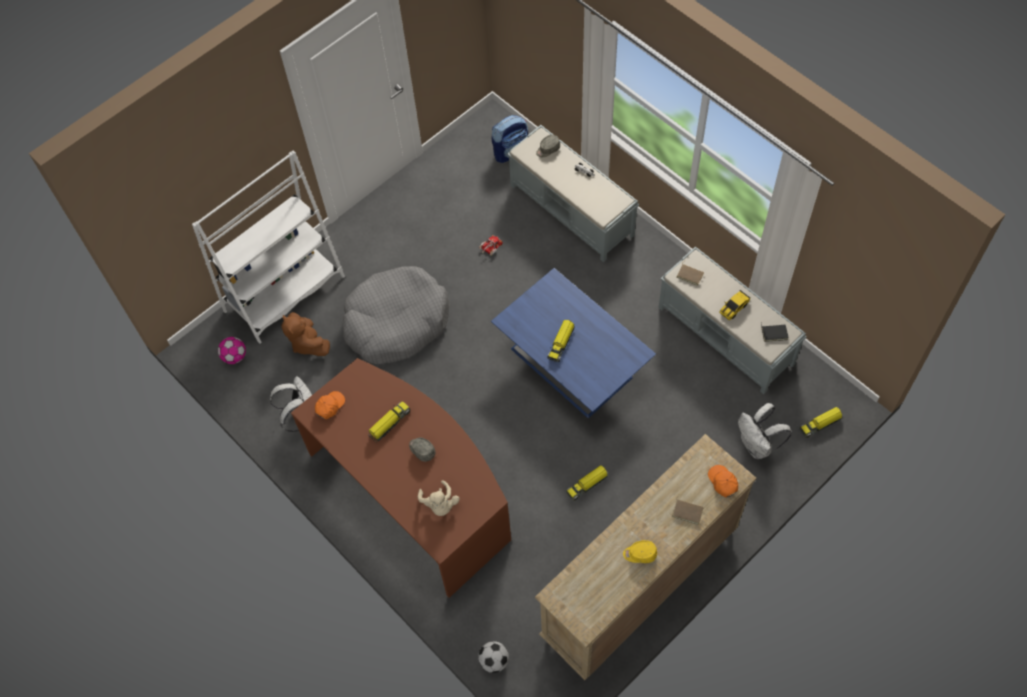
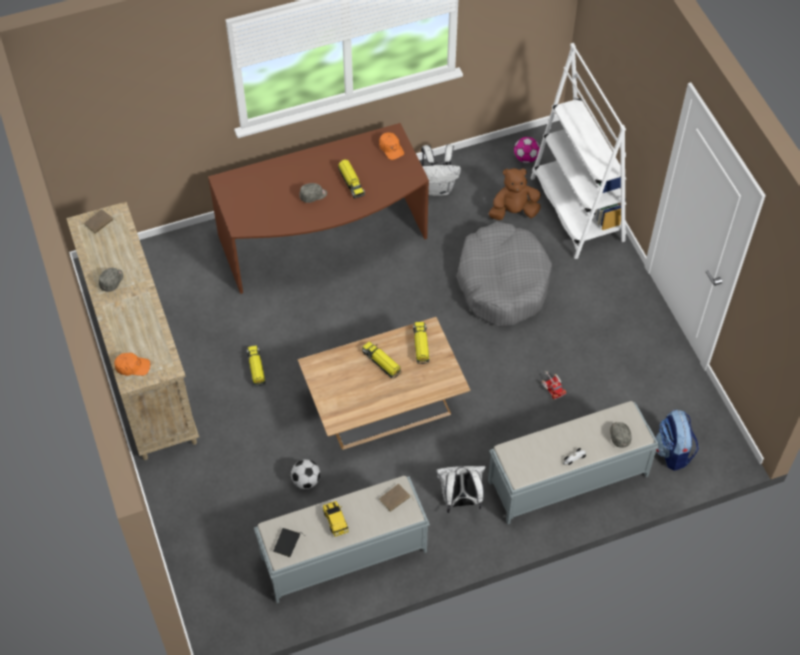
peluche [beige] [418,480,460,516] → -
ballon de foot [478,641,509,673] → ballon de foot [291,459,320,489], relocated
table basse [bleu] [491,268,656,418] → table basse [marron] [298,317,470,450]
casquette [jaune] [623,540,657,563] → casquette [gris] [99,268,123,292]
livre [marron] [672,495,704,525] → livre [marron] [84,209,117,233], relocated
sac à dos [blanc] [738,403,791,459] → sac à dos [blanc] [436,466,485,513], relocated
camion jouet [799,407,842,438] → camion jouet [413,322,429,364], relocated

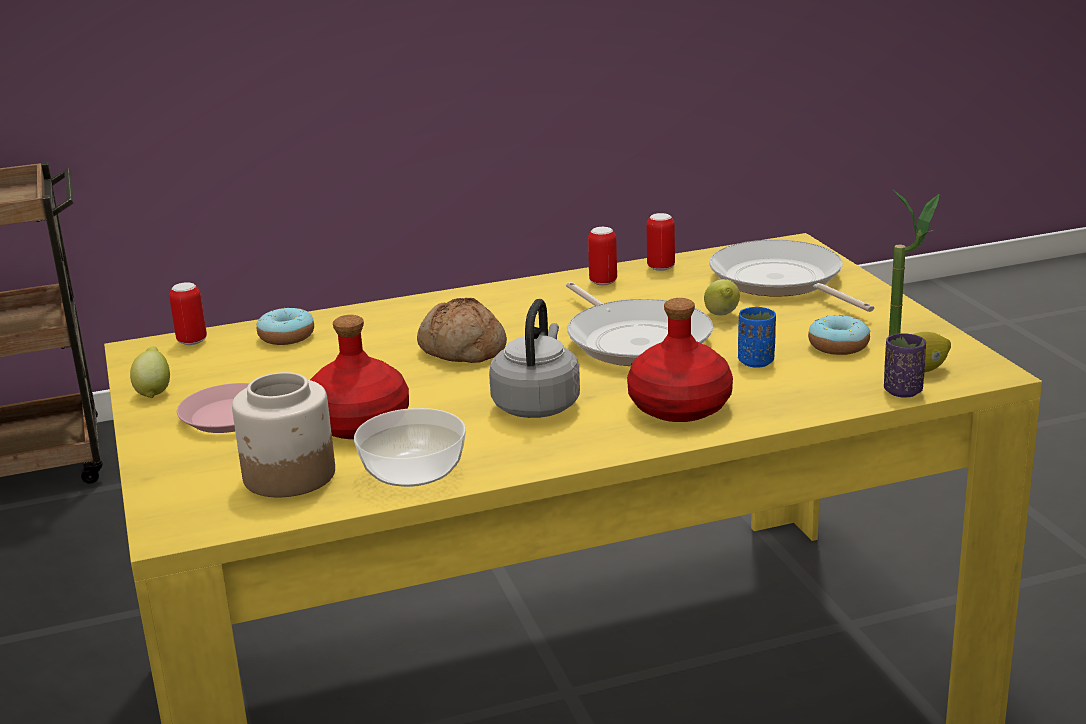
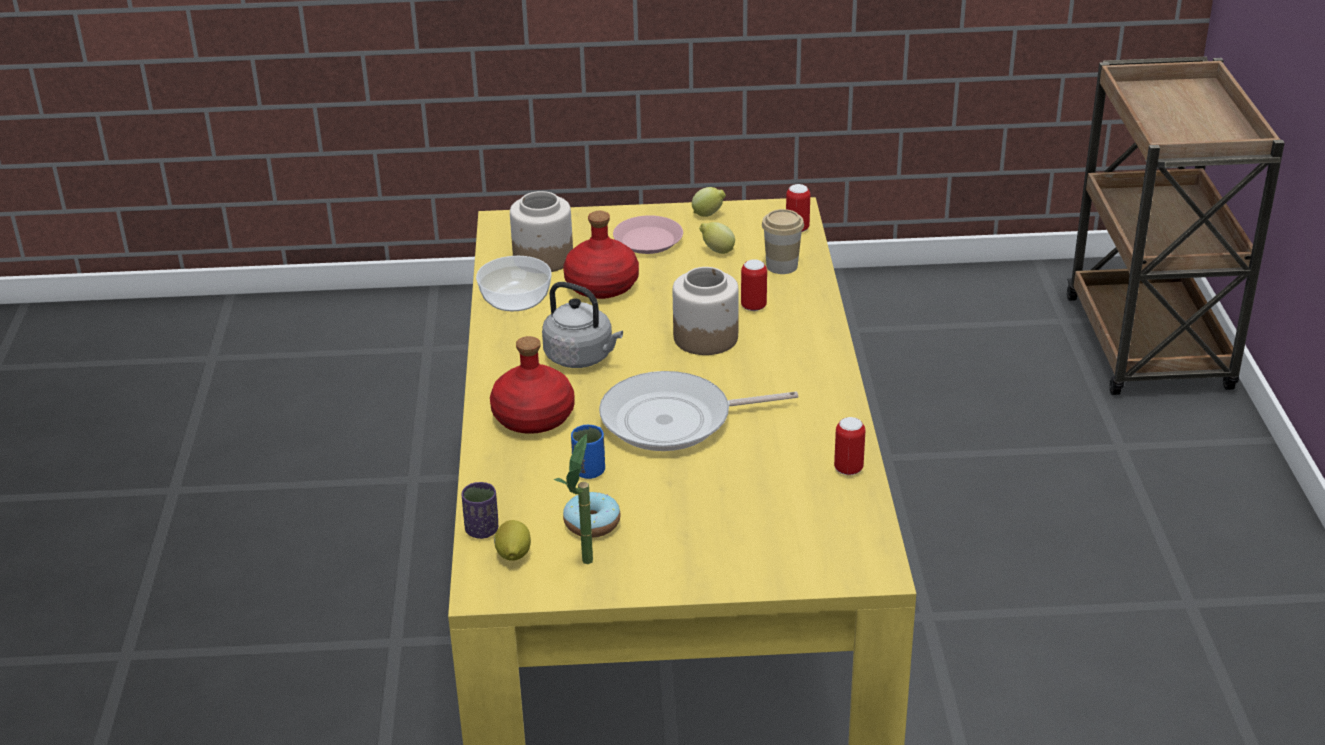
beignet [256,308,314,345] → tasse [762,209,804,274]
pain [417,298,507,363] → bocal [673,267,739,355]
boîte métallique [588,227,617,285] → boîte métallique [741,259,767,311], relocated
citron [704,279,740,315] → citron [699,222,735,254], relocated
poêle [709,240,874,312] → -

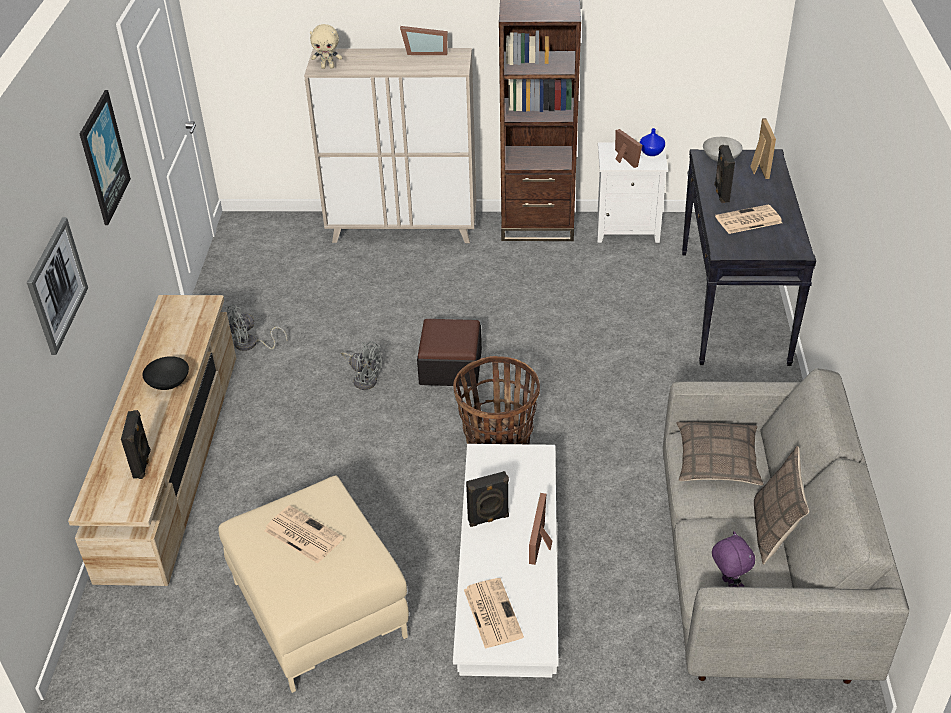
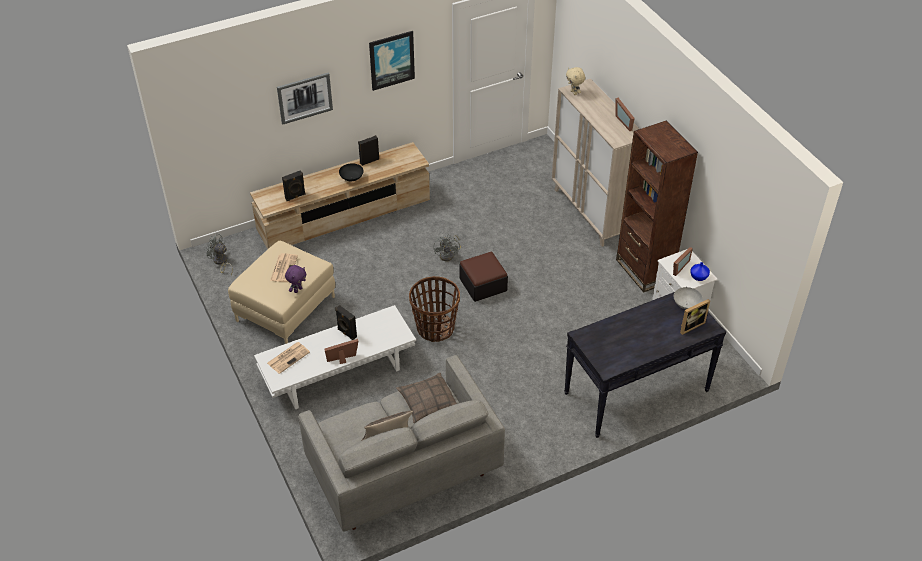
ventilateur [gris] [225,304,287,351] → ventilateur [gris] [206,233,233,275], relocated
peluche [violet] [712,531,755,587] → peluche [violet] [285,265,306,293], relocated
enceinte [noir] [714,145,735,203] → enceinte [noir] [358,135,379,166], relocated
journal [715,204,782,234] → -

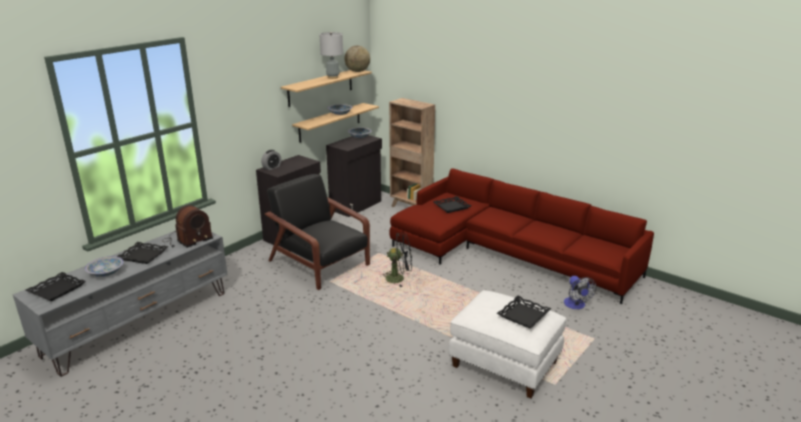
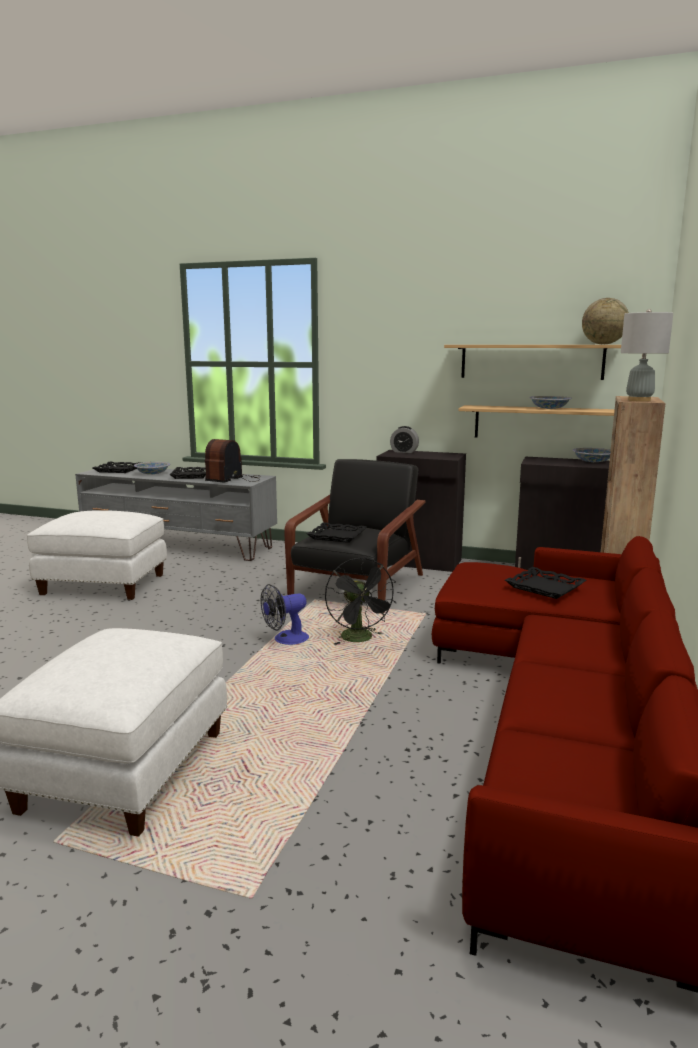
radio [162,205,213,248] → radio [205,439,261,483], 90 degrees clockwise
lampe de table [gris] [319,32,343,79] → lampe de table [gris] [621,309,673,402], relocated
plateau [noir] [497,296,551,328] → plateau [noir] [307,522,366,543], relocated
ventilateur [564,276,597,309] → ventilateur [261,584,309,645], relocated
- → pouf [blanc] [27,510,167,600]

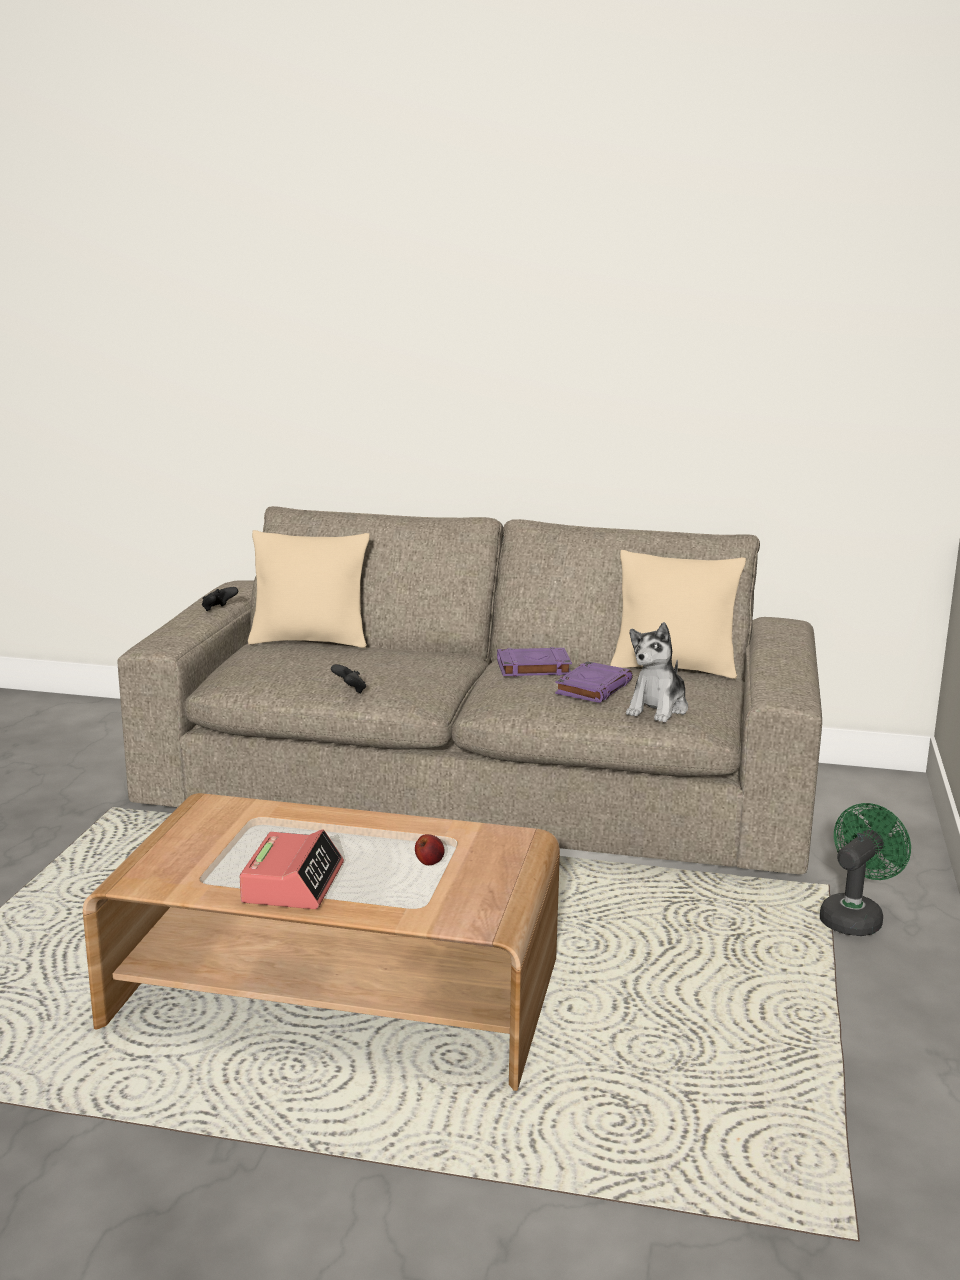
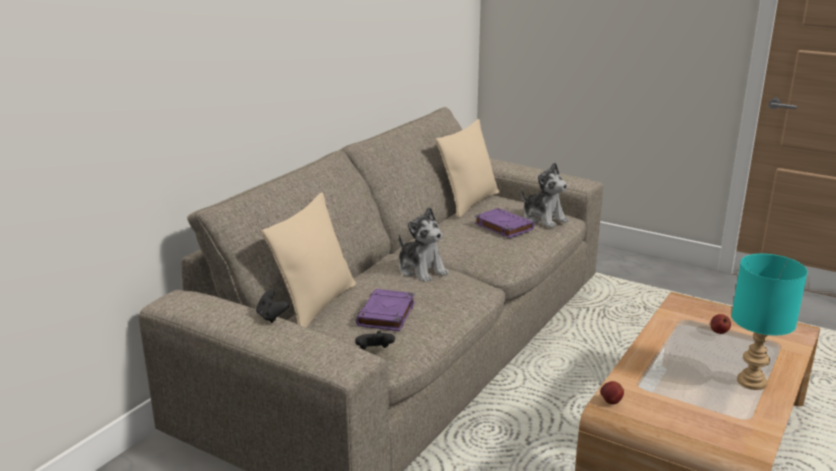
réveil [240,829,344,909] → lampe de table [turquoise] [731,254,808,390]
manette [noir] [331,664,366,693] → manette [noir] [355,331,395,350], relocated
livre [violet] [497,647,572,677] → livre [violet] [356,289,415,331], relocated
ventilateur [vert] [820,803,911,936] → -
- → peluche [399,207,449,282]
- → pomme [600,381,624,404]

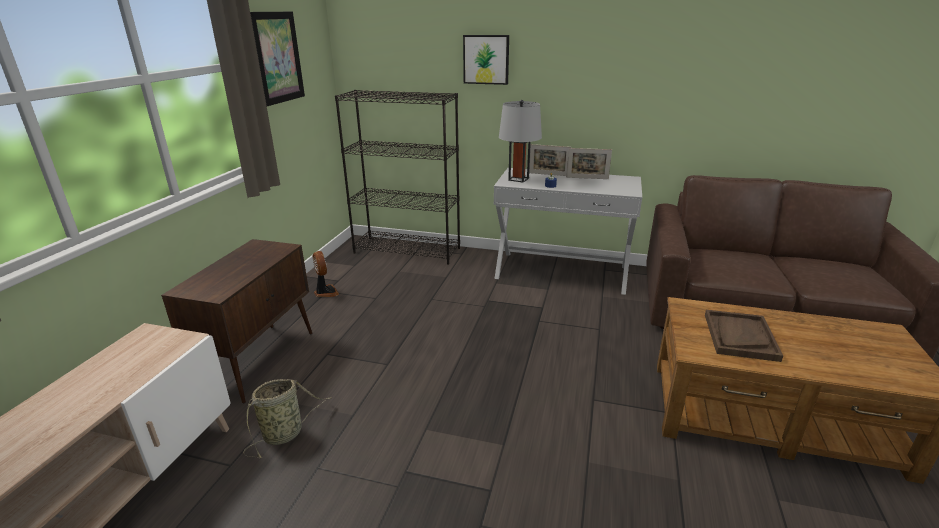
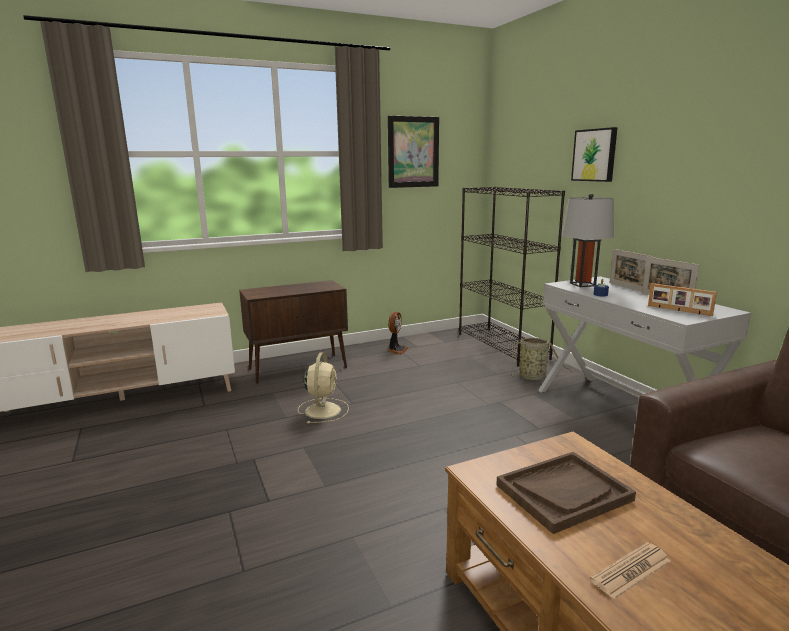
panier [243,379,332,458] → panier [506,337,573,380], relocated
- → ventilateur [beige] [298,353,349,424]
- → journal [590,542,671,599]
- → cadre photo [648,283,717,316]

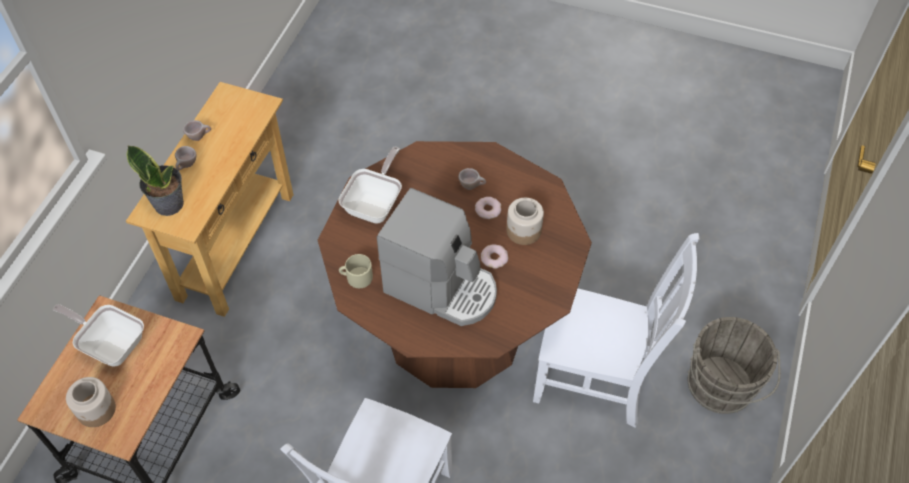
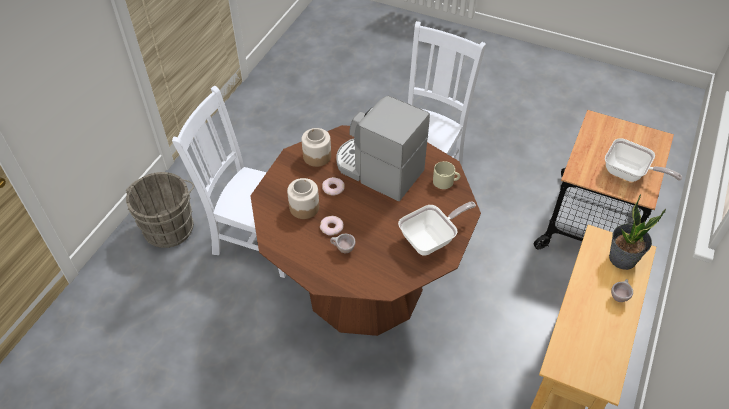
bocal [66,377,116,427] → bocal [302,128,331,167], relocated
tasse [beige] [183,120,211,141] → -
poêle [338,147,402,224] → poêle [398,201,476,256], 150 degrees counterclockwise

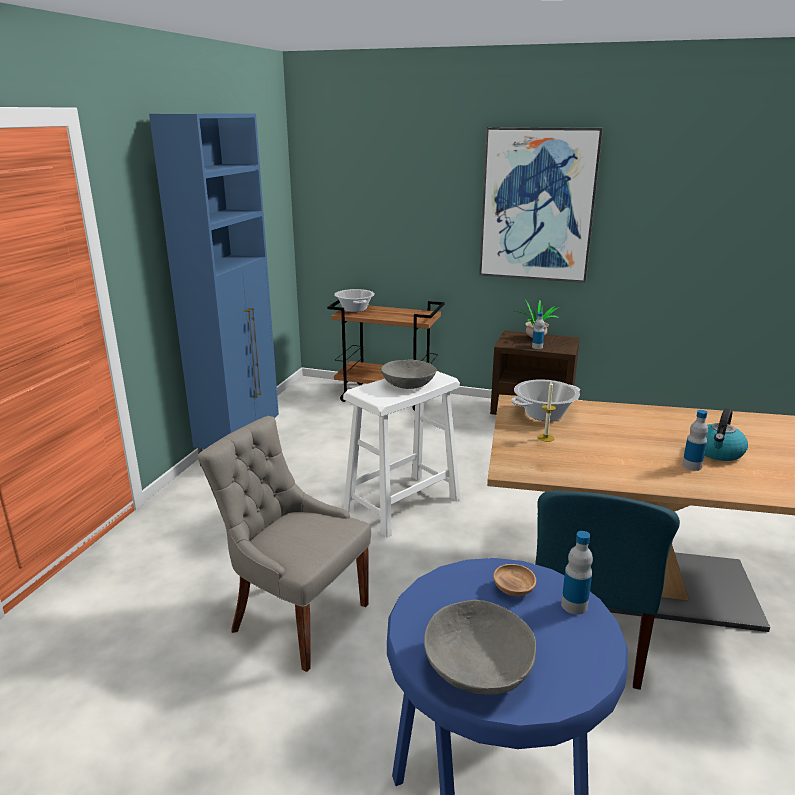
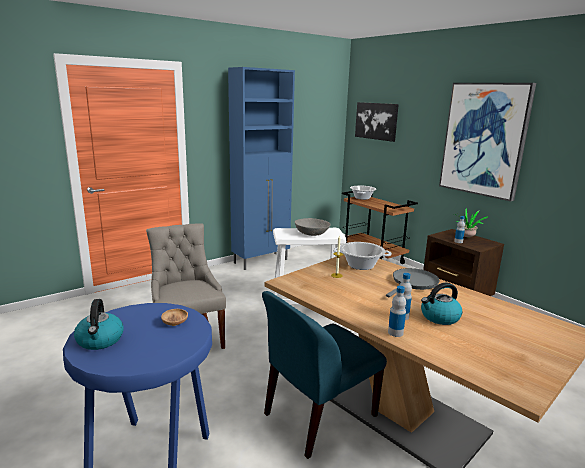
bol [gris] [424,600,536,695] → bouilloire [74,299,124,350]
bouteille [561,531,593,614] → bouteille [388,286,406,337], relocated
- → tableau [355,102,399,142]
- → poêle [gris] [386,268,440,297]

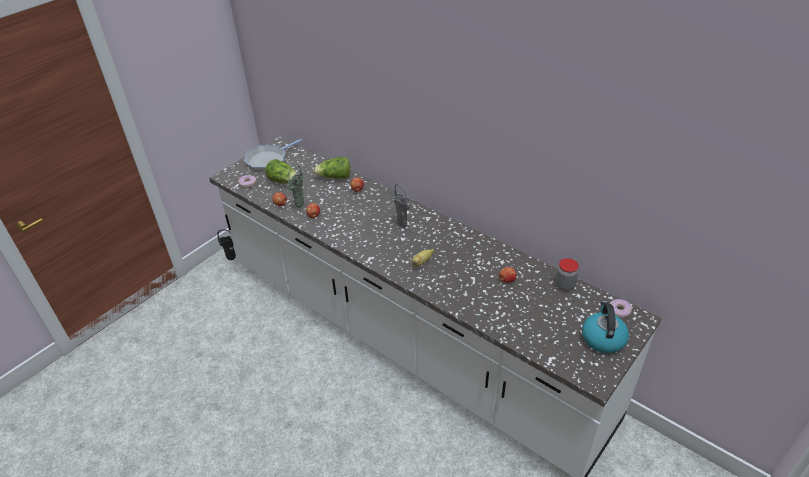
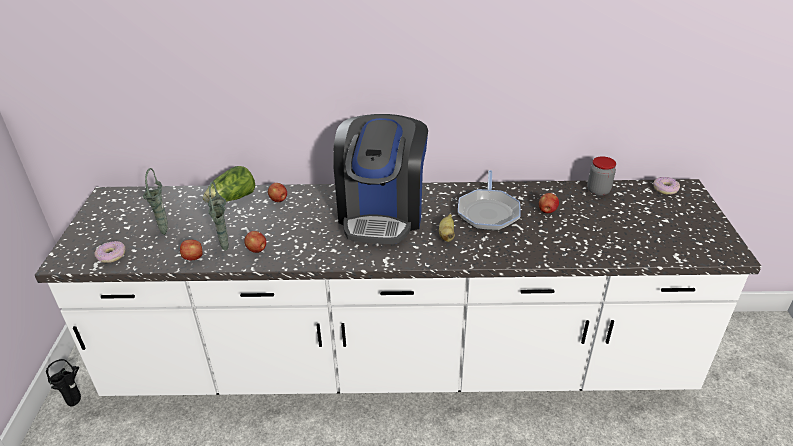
poêle [244,139,302,171] → poêle [458,170,521,230], relocated
laitue [265,159,297,183] → vase [vert] [143,168,168,235]
vase [gris] [393,184,410,228] → machine à café [333,114,428,244]
bouilloire [582,301,629,353] → -

